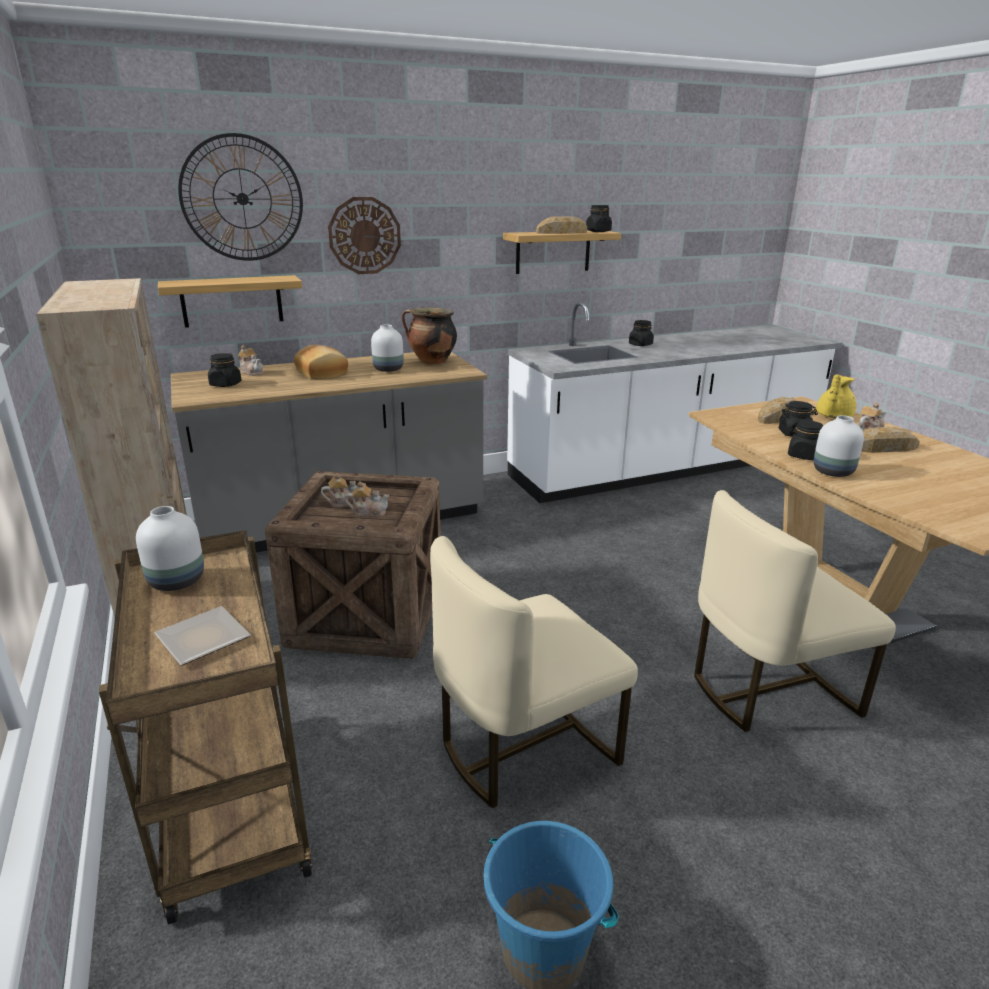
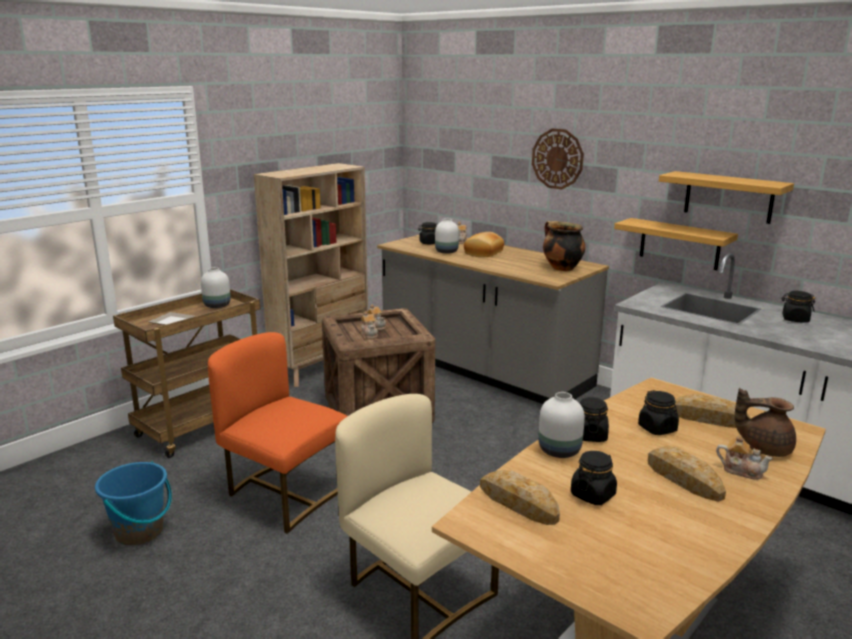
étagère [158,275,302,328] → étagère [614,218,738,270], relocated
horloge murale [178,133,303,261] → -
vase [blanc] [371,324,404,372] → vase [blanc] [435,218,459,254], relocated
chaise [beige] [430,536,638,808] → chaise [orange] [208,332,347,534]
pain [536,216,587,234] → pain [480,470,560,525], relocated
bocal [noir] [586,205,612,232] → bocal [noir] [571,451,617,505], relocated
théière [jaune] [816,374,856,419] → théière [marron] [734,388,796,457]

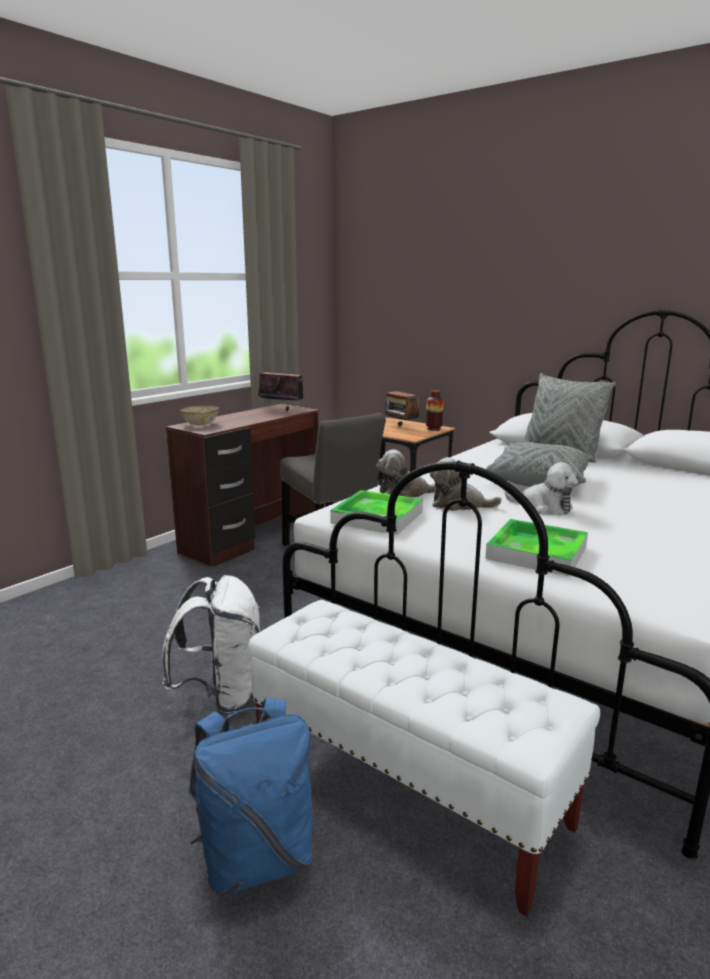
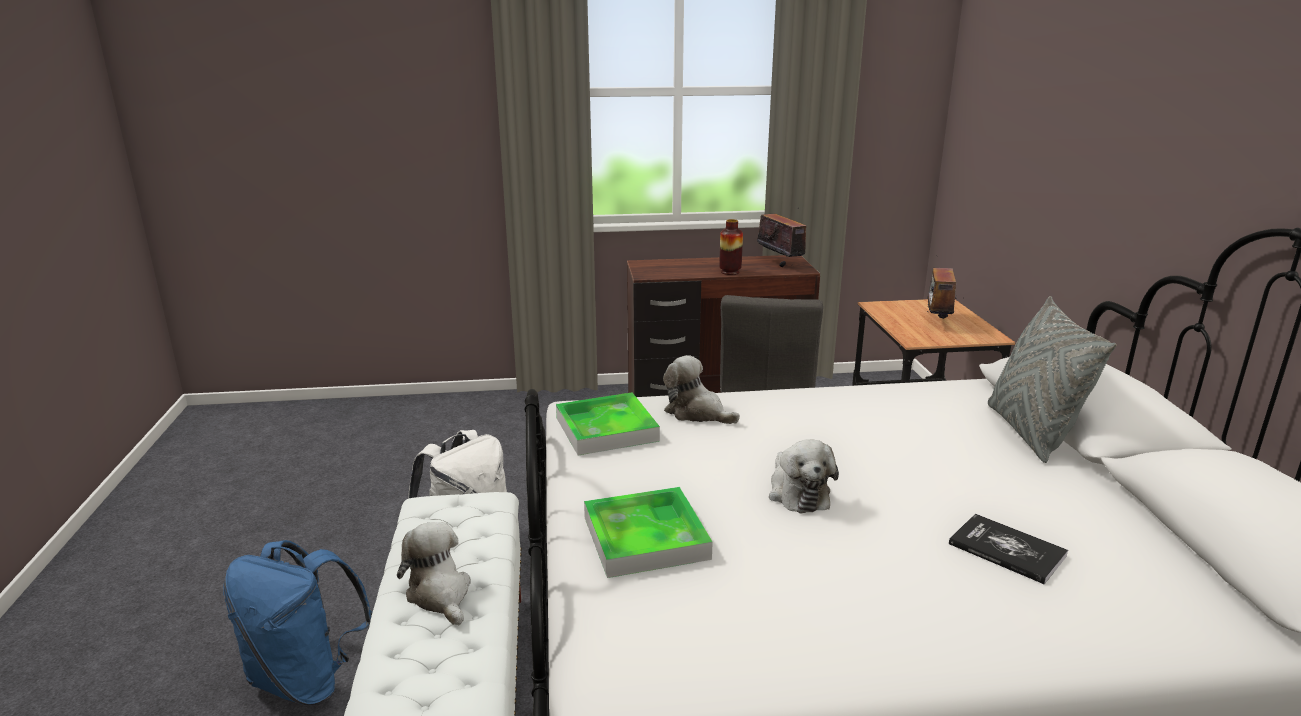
bol [179,405,219,426] → -
vase [426,390,443,431] → vase [719,219,743,275], relocated
peluche [430,457,502,511] → peluche [397,522,471,626], relocated
coussin [gris] [485,442,593,487] → -
- → livre [949,514,1068,584]

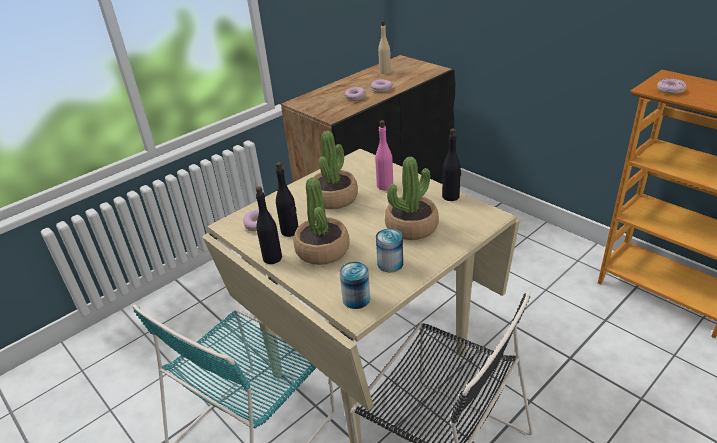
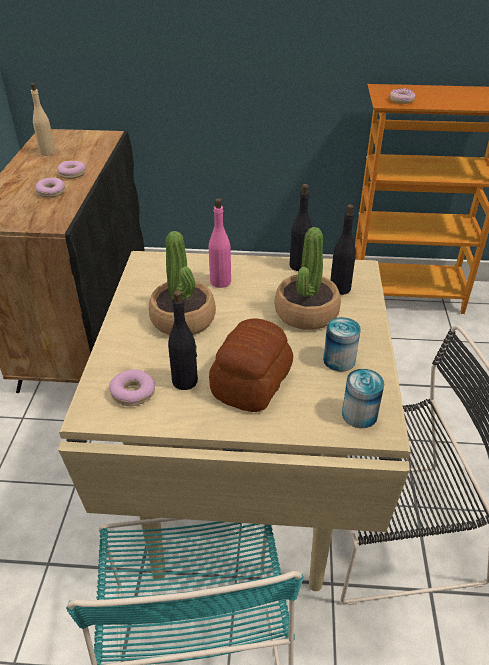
bouteille [noir] [256,186,282,264] → bouteille [noir] [330,205,356,295], relocated
plante en pot [293,177,350,265] → pain [209,318,293,412]

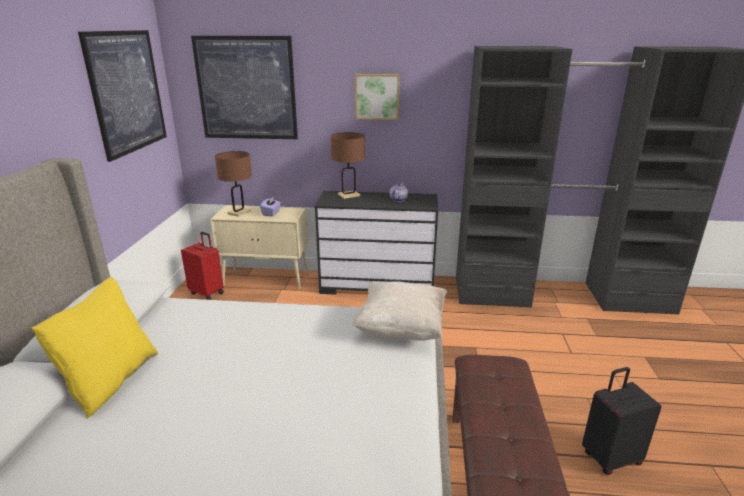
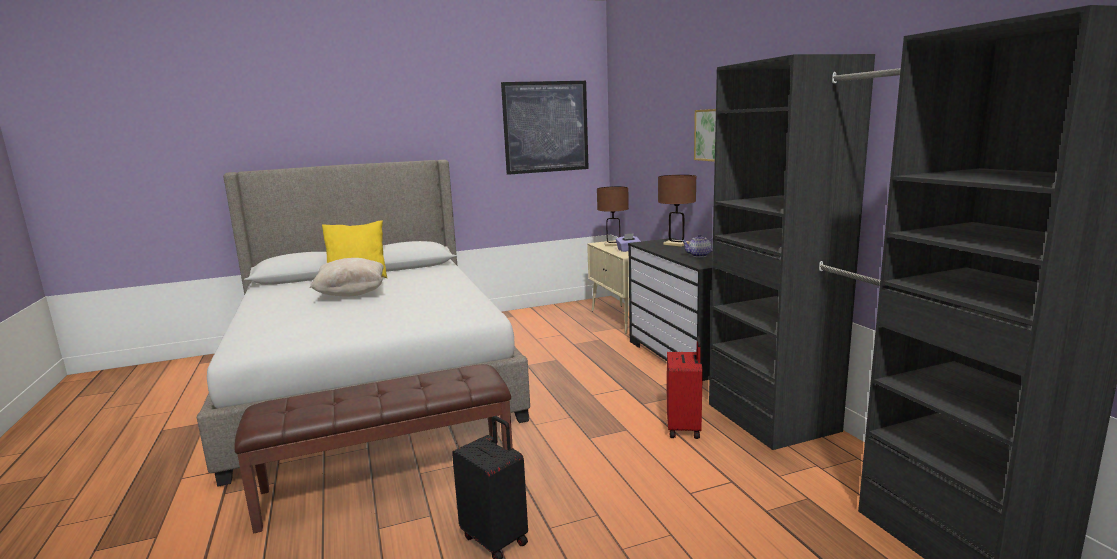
valise [rouge] [181,232,224,300] → valise [rouge] [667,337,703,439], relocated
tableau [191,36,298,139] → -
coussin [beige] [352,281,447,341] → coussin [beige] [310,258,384,297], relocated

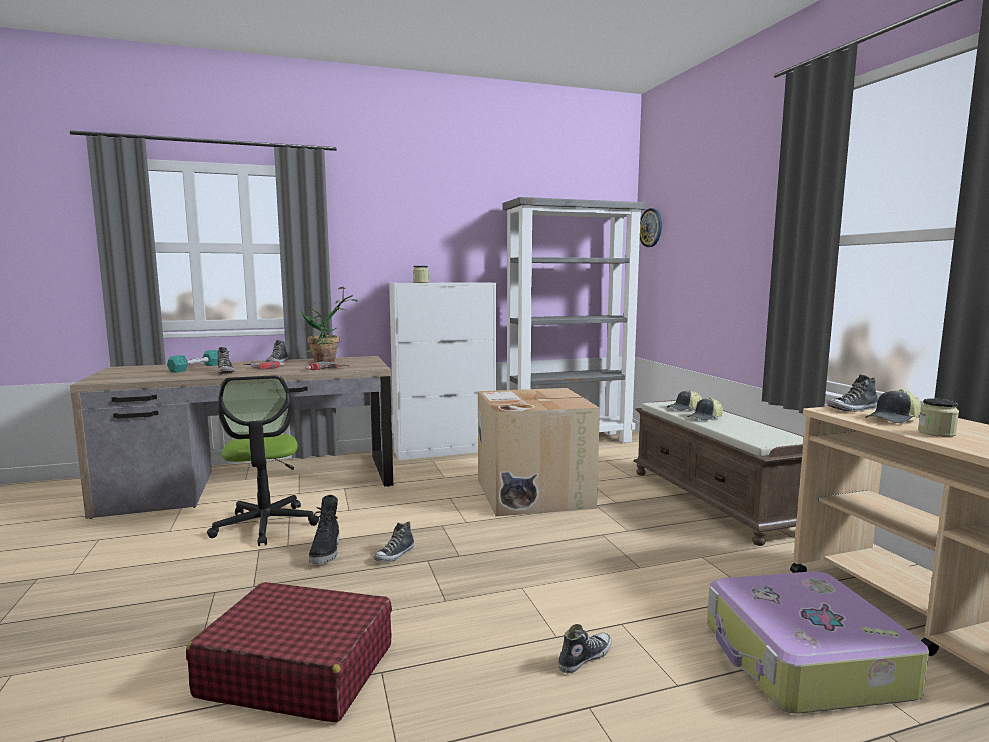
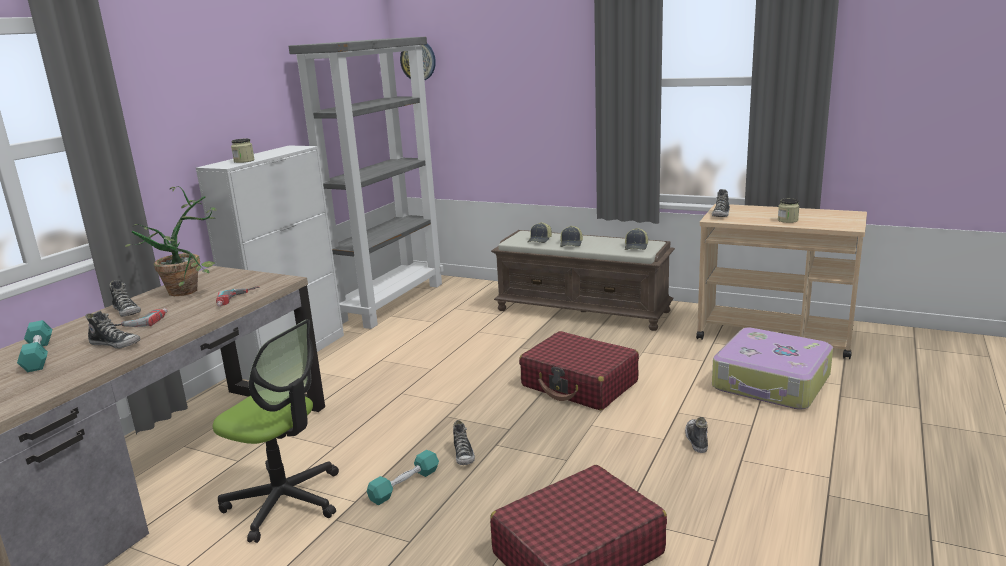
botte [noir] [309,495,339,564] → haltère [turquoise] [367,450,439,505]
carton [478,388,600,517] → -
casquette [865,389,921,423] → casquette [625,228,648,250], relocated
- → valise [rouge] [519,331,639,410]

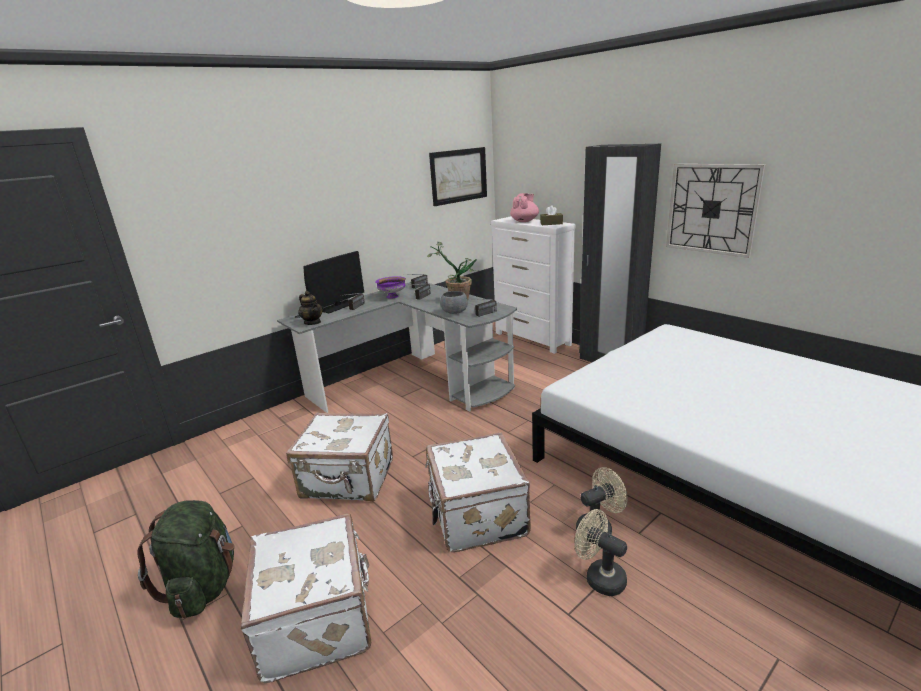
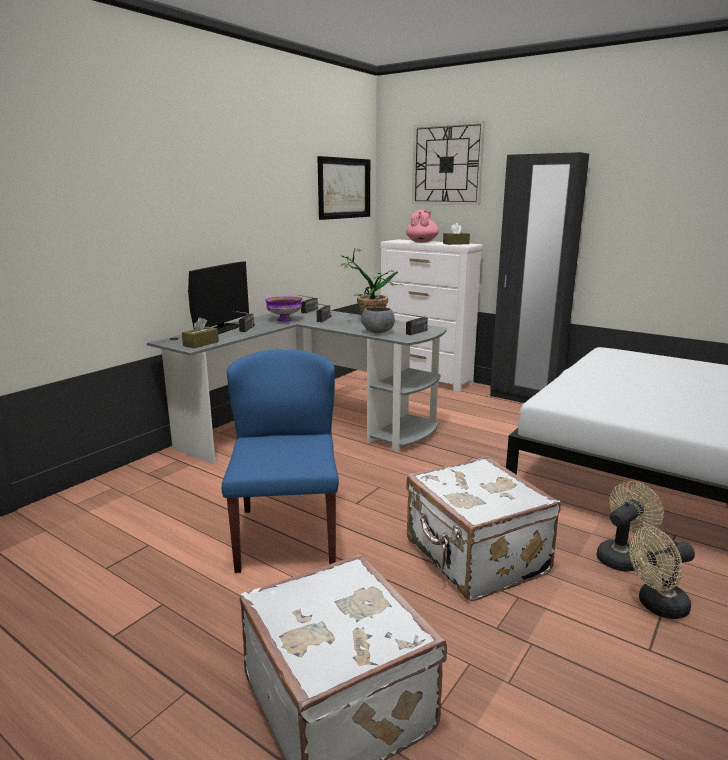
sac à dos [vert] [137,500,235,618] → -
valise [blanc] [286,413,393,501] → chaise [bleu] [222,350,339,573]
théière [298,291,323,325] → boîte à mouchoirs [marron] [182,317,219,348]
ventilateur [beige] [574,509,627,596] → ventilateur [beige] [629,527,695,619], 45 degrees counterclockwise
horloge murale [666,164,765,258] → horloge murale [412,121,485,205], relocated

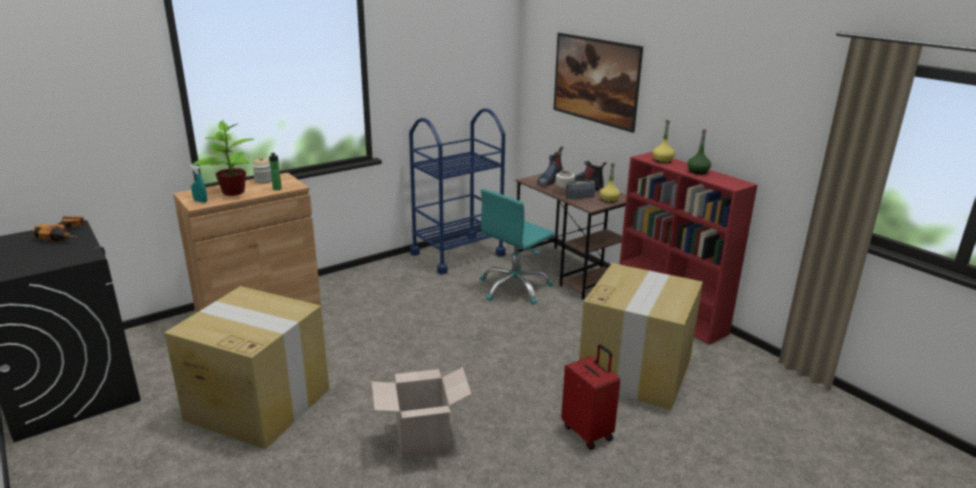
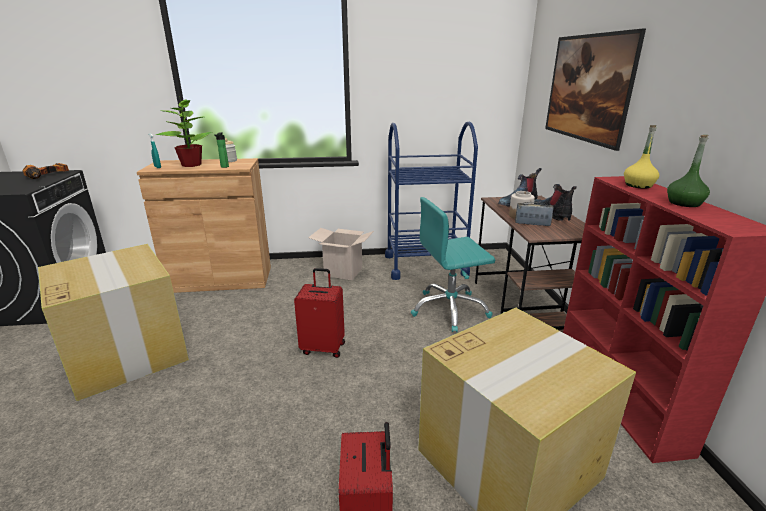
carton [372,367,472,460] → carton [308,228,374,280], relocated
bouteille [jaune] [600,163,620,203] → -
- → valise [rouge] [294,268,345,358]

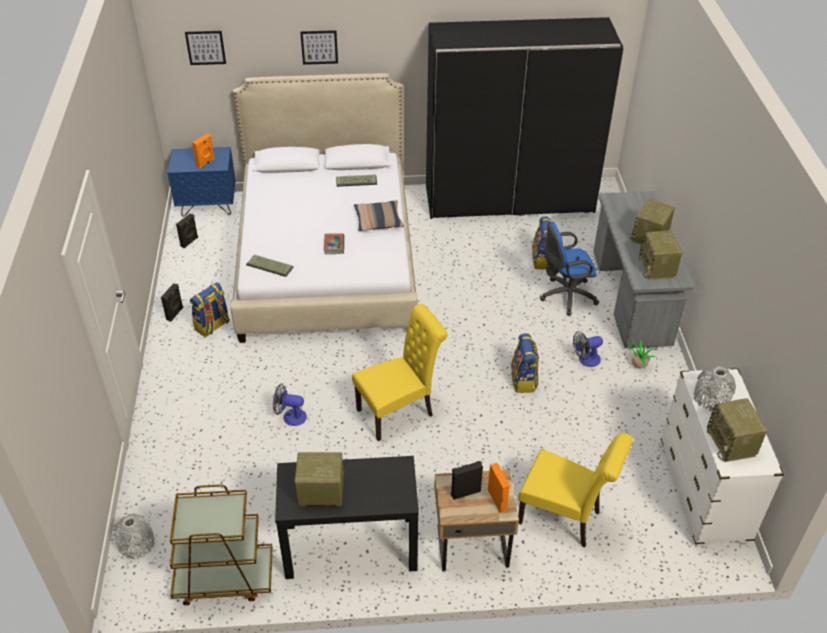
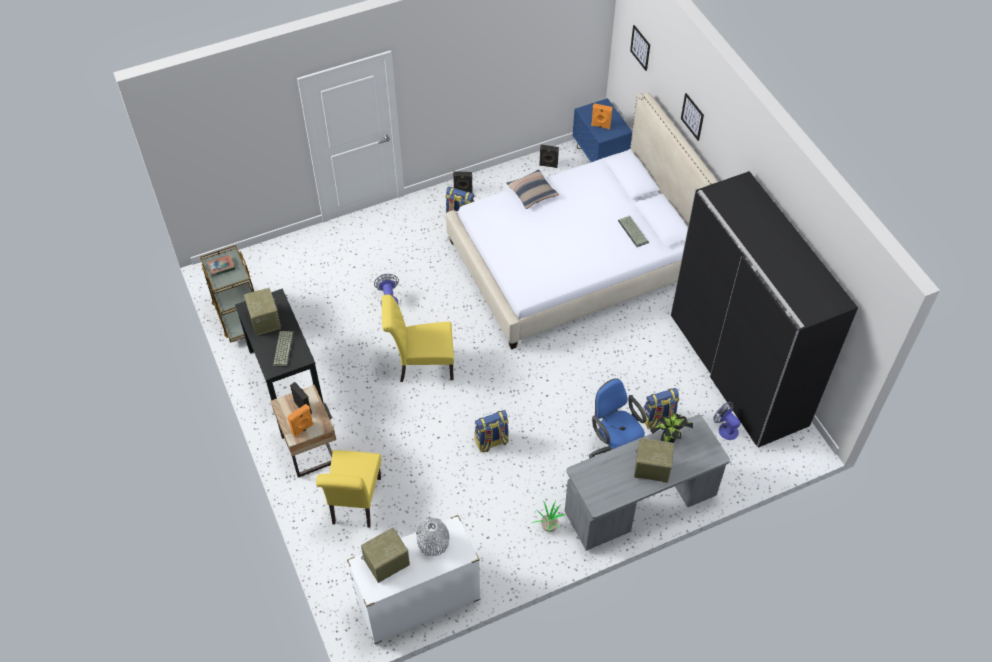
vase [gris] [114,514,155,559] → -
clavier [246,254,294,277] → clavier [273,331,294,367], relocated
livre [324,233,344,254] → livre [207,255,235,277], relocated
chaise [jaune] [352,304,448,441] → chaise [jaune] [382,294,454,382], 135 degrees clockwise
coussin [354,200,404,231] → coussin [506,170,559,209], relocated
ventilateur [573,331,603,367] → ventilateur [713,402,741,440], relocated
radio [639,230,683,280] → -
- → plante en pot [650,413,693,443]

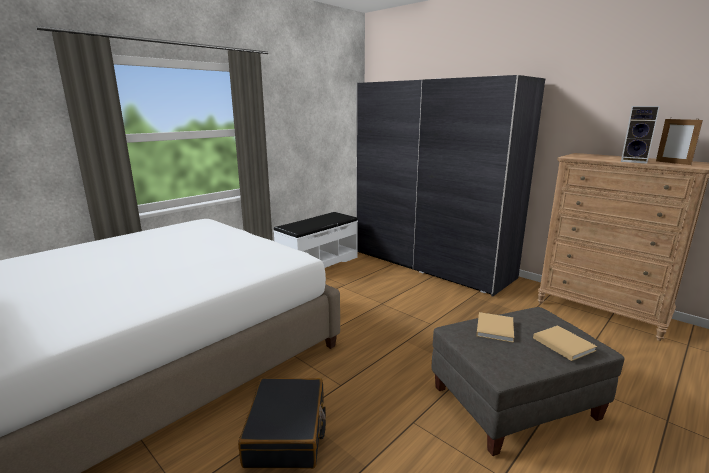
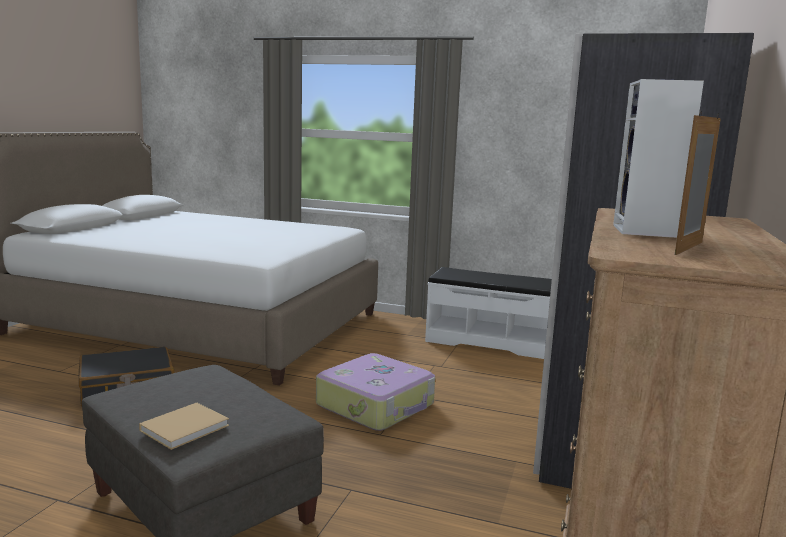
livre [beige] [476,312,514,343] → -
- → valise [316,353,435,431]

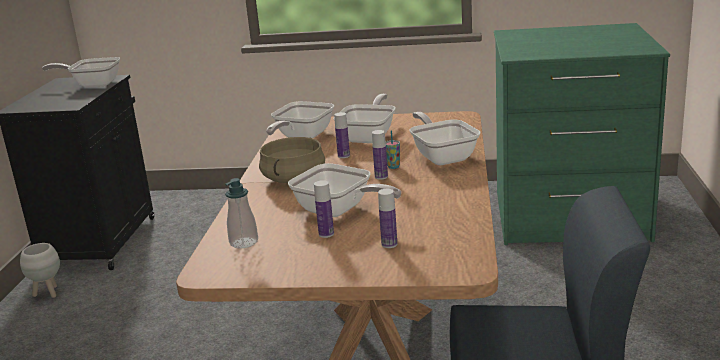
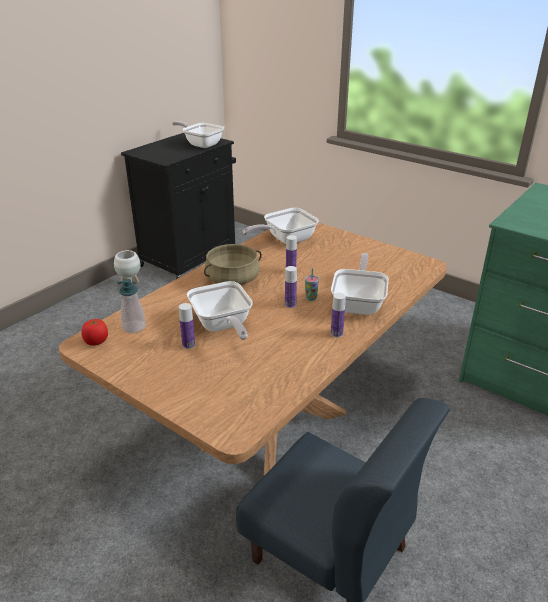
poêle [333,94,396,143] → -
bouteille [378,189,397,248] → bouteille [331,293,346,338], relocated
- → tomate [81,319,108,346]

